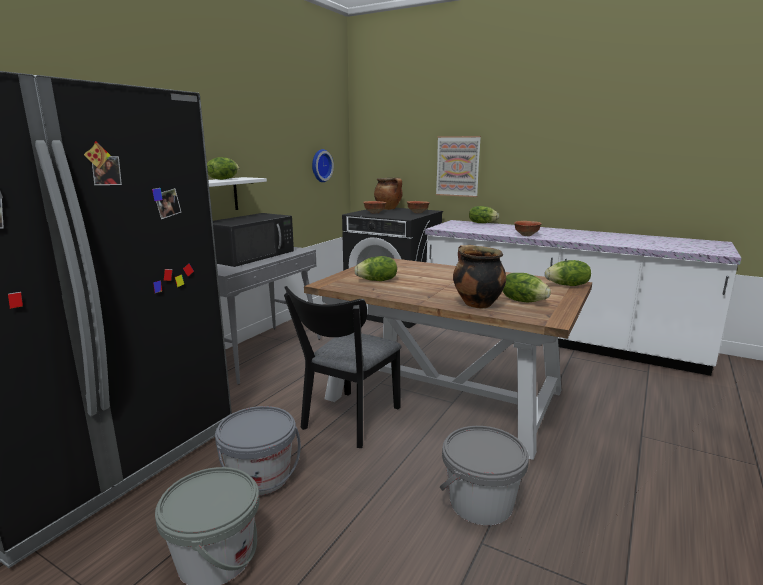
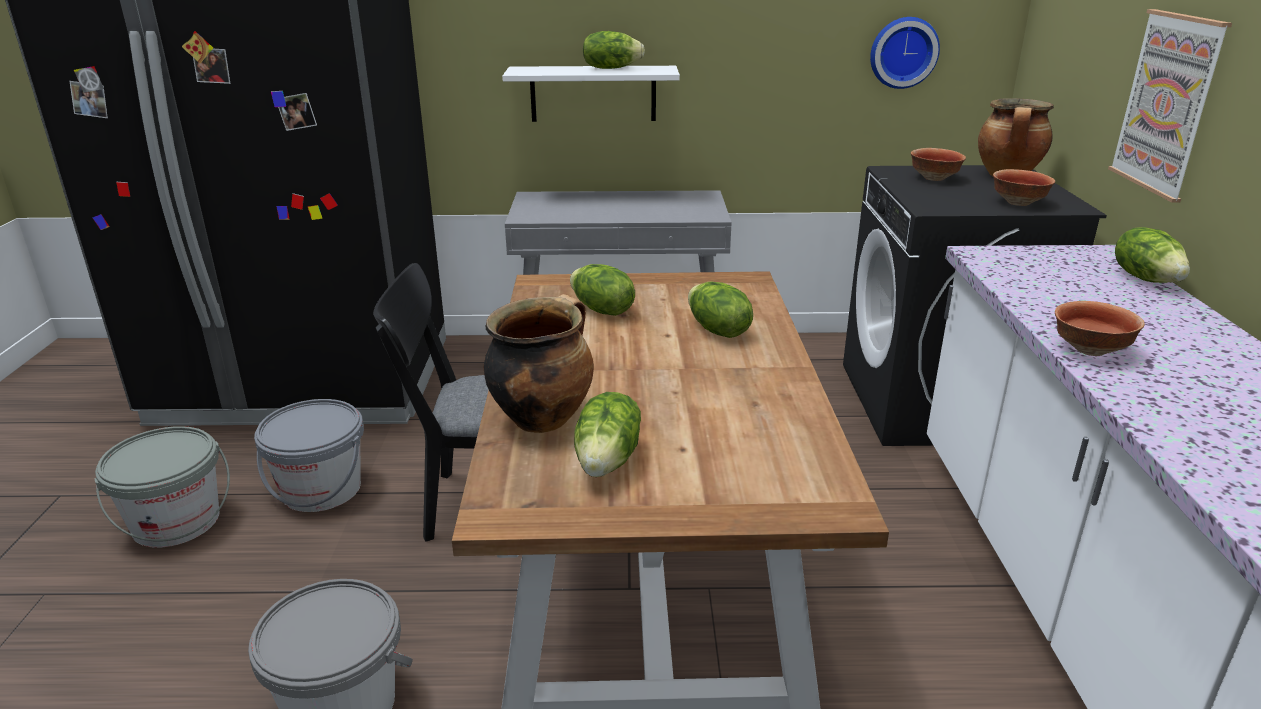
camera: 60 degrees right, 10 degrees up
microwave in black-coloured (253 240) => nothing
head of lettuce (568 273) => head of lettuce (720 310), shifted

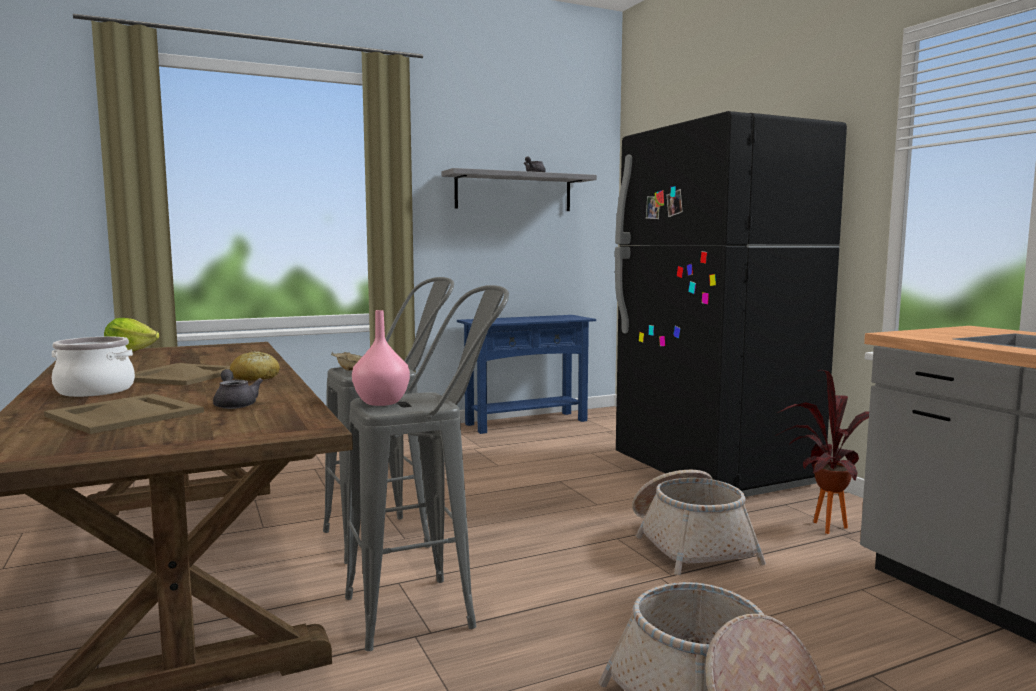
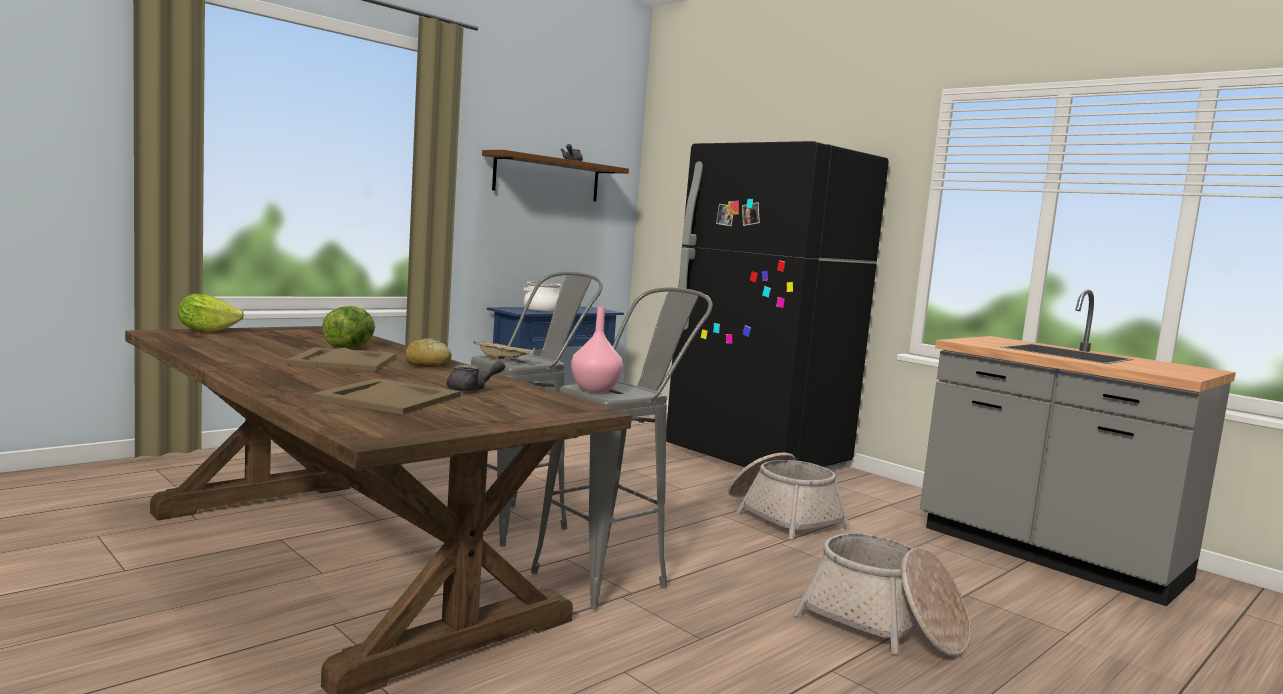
camera: 20 degrees left, 0 degrees up
potted plant (822 452) => nothing
nothing => head of lettuce (348 327)
stockpot (93 367) => stockpot (542 296), shifted
shelf in grey (519 189) => shelf in brown (555 175)
teapot in grey (238 389) => teapot in grey (476 376), 120 degrees clockwise

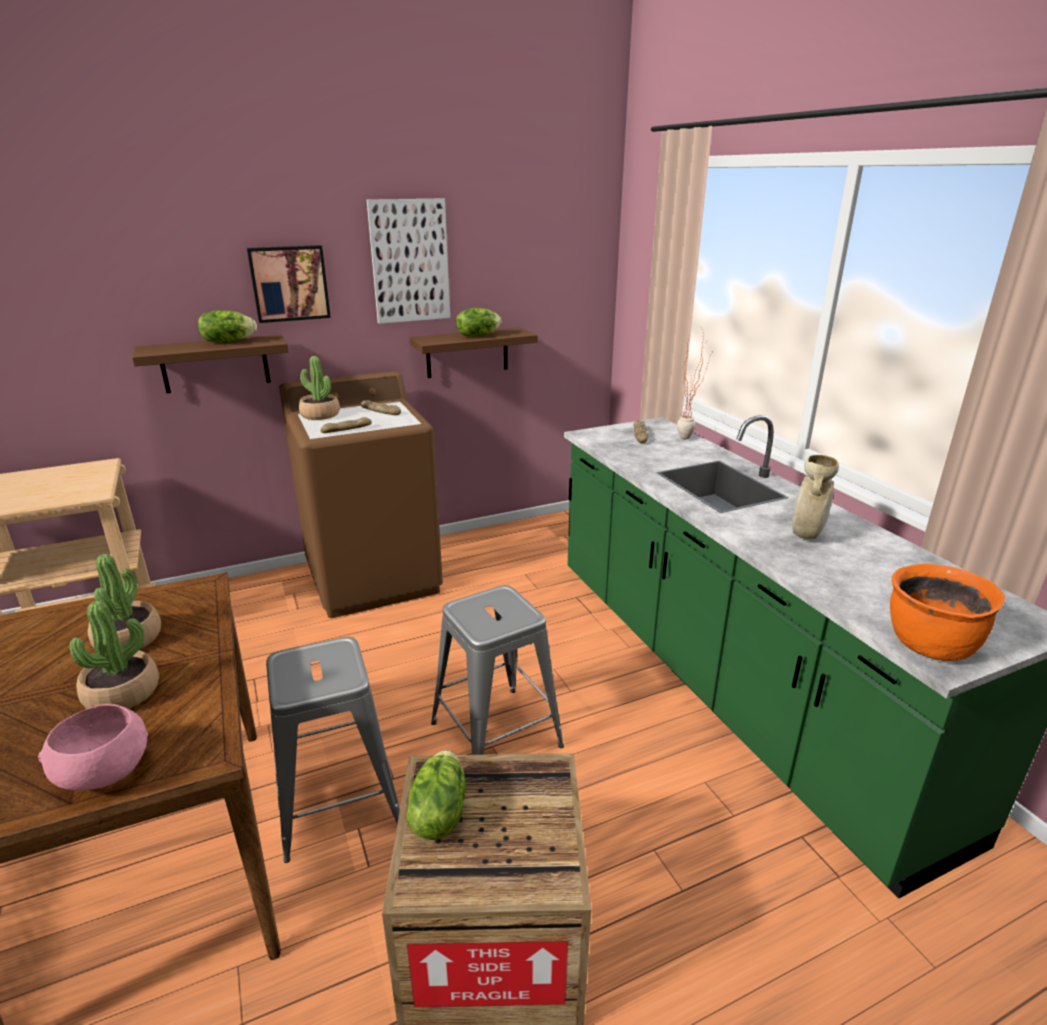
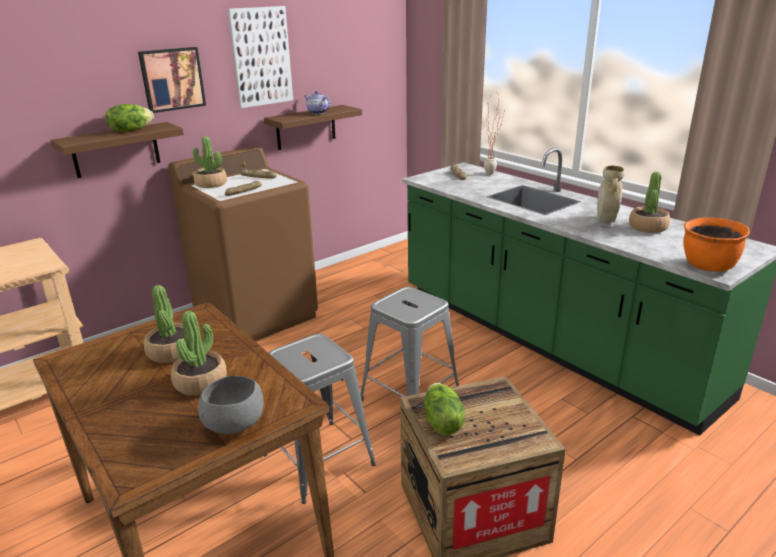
camera: 15 degrees left, 0 degrees up
nothing => potted plant (649 202)
head of lettuce (478 322) => teapot (317 102)
bowl in pink-coloured (93 747) => bowl in grey (231 405)

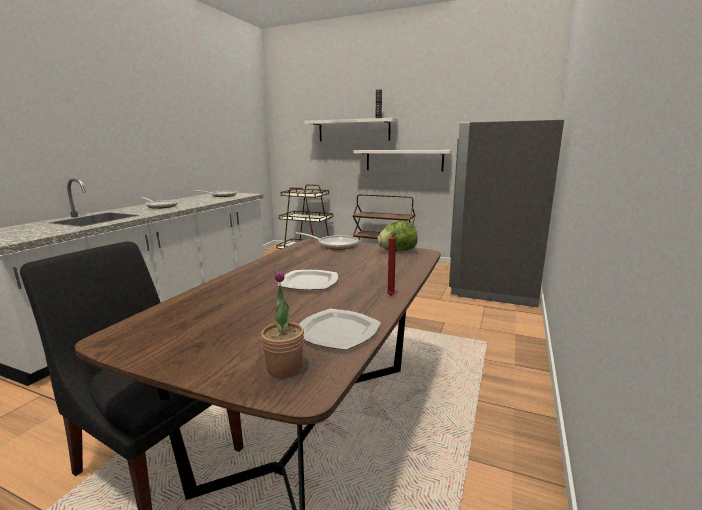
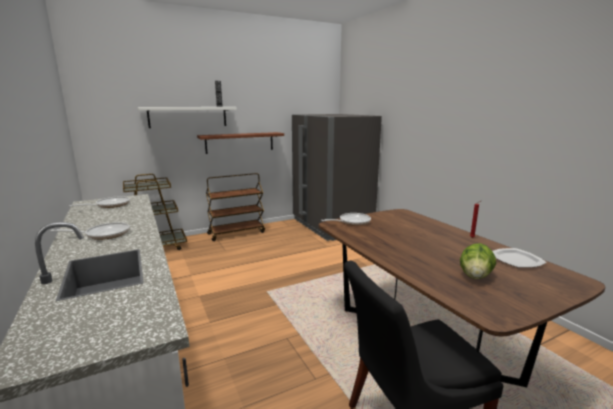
camera: 50 degrees left, 0 degrees up
potted plant (282 323) => nothing
plate (308 280) => nothing
head of lettuce (397 236) => head of lettuce (478 261), shifted
shelf in white-coloured (403 161) => shelf in brown (240 143)

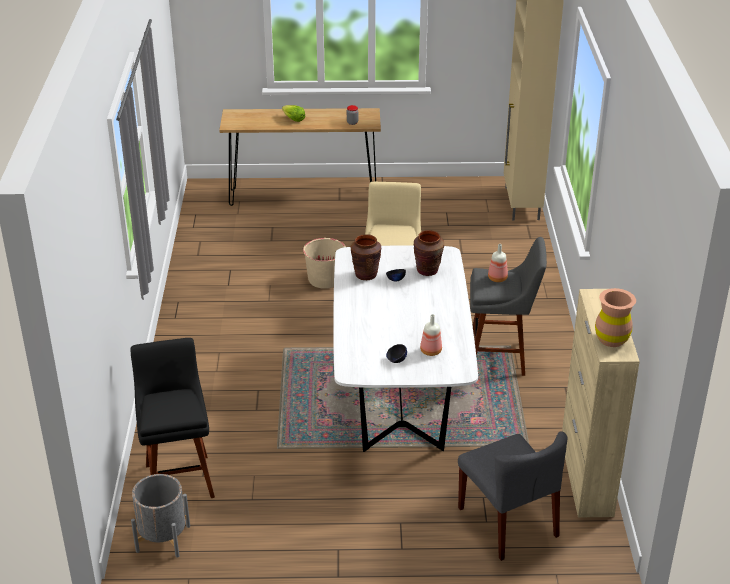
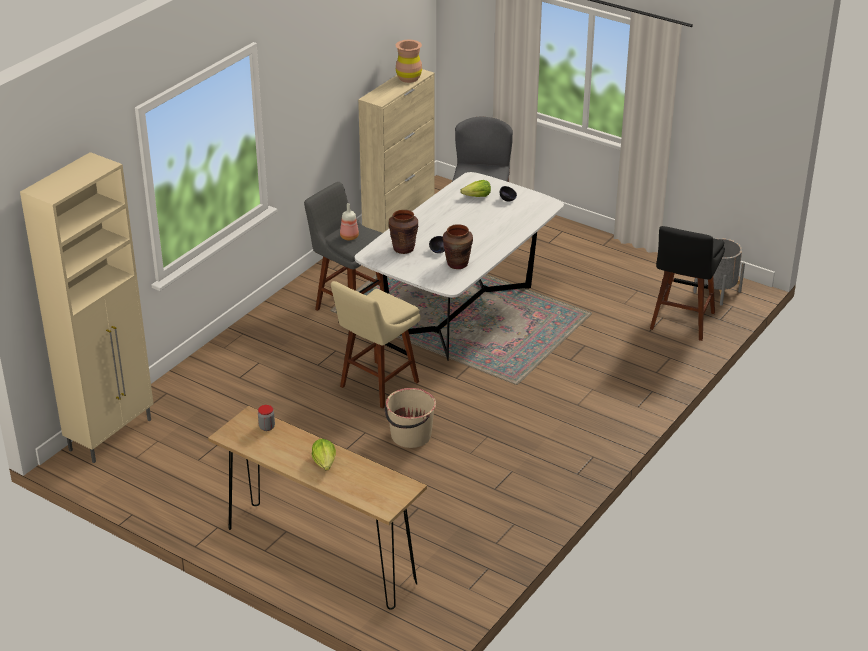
camera: 145 degrees left, 0 degrees up
beverage bottle (431 335) => head of lettuce (475 188)

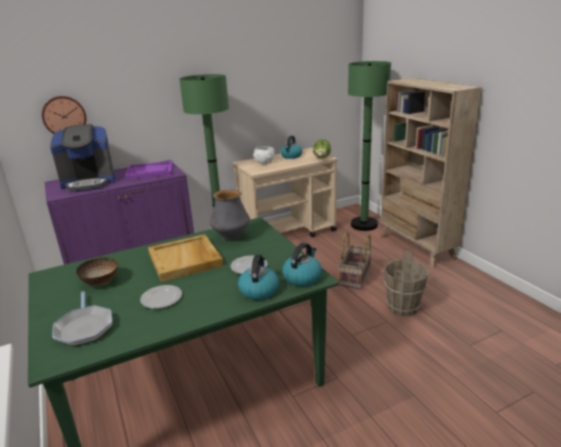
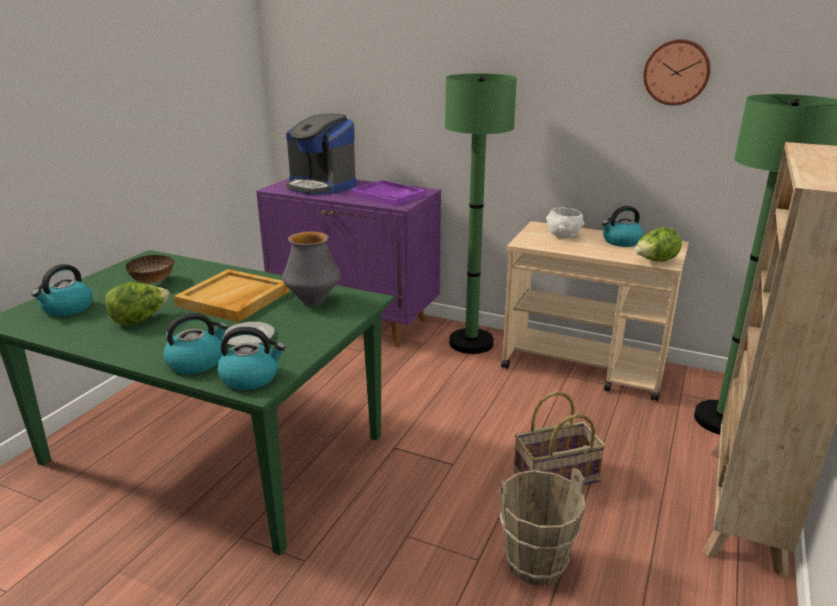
camera: 50 degrees right, 0 degrees up
wall clock (64 115) => wall clock (677 72), shifted
pan (82 318) => water kettle (62 290)
plate (161 297) => head of lettuce (137 303)

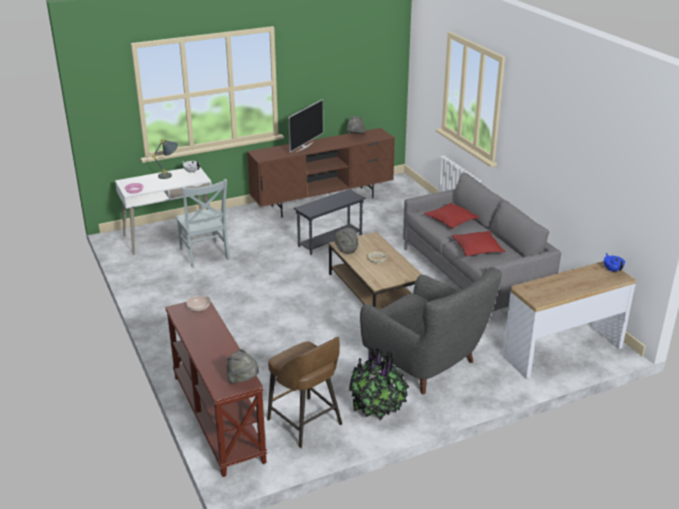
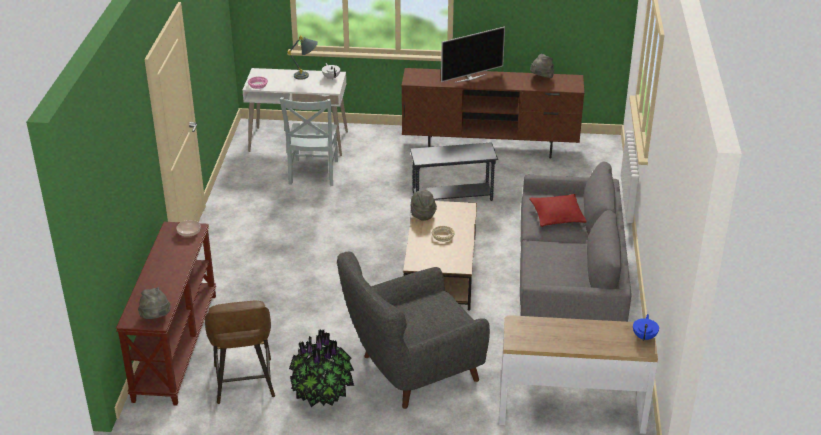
camera: 30 degrees right, 5 degrees up
pillow in reddish (478 244) => nothing
armchair in grey (431 330) => armchair in grey (413 330), 75 degrees clockwise

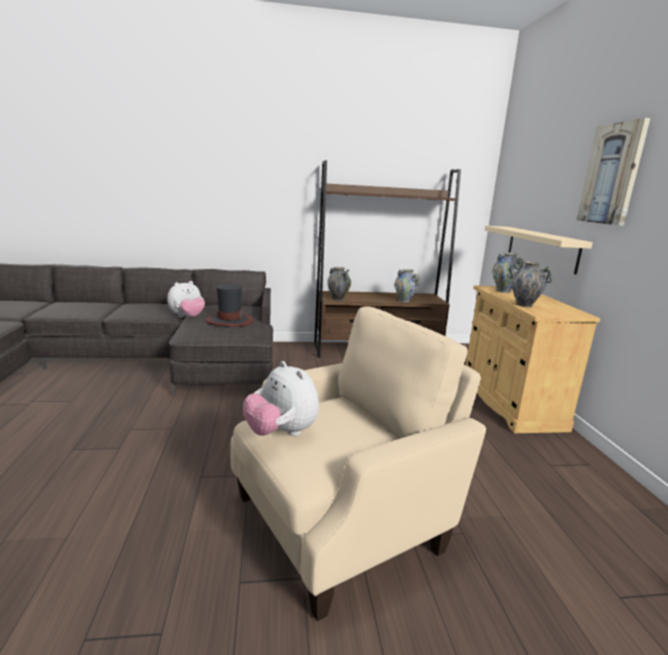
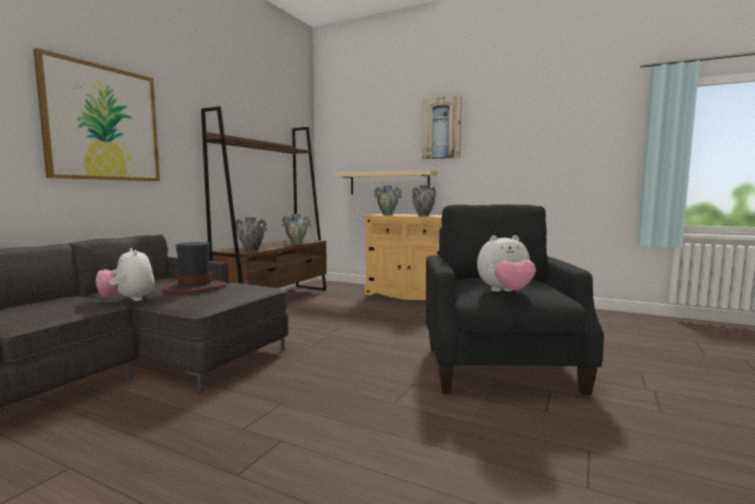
camera: 55 degrees left, 10 degrees down
nothing => picture (96 114)
armchair in sand-coloured (358 463) => armchair in black-coloured (515 299)
plush toy (186 299) => plush toy (125 274), 150 degrees clockwise

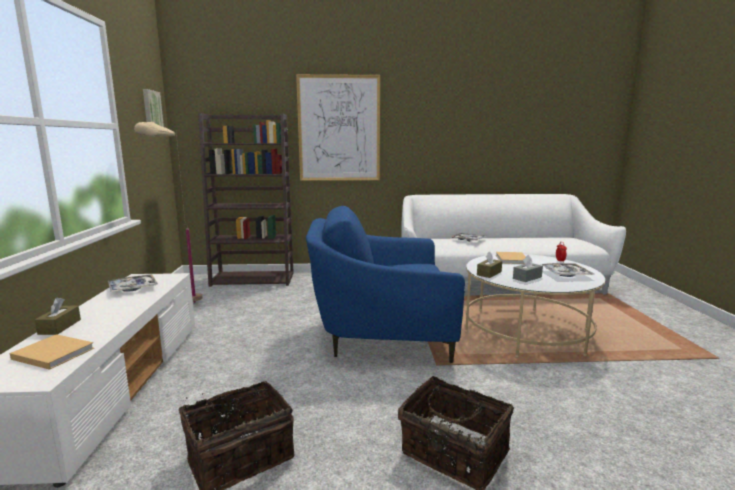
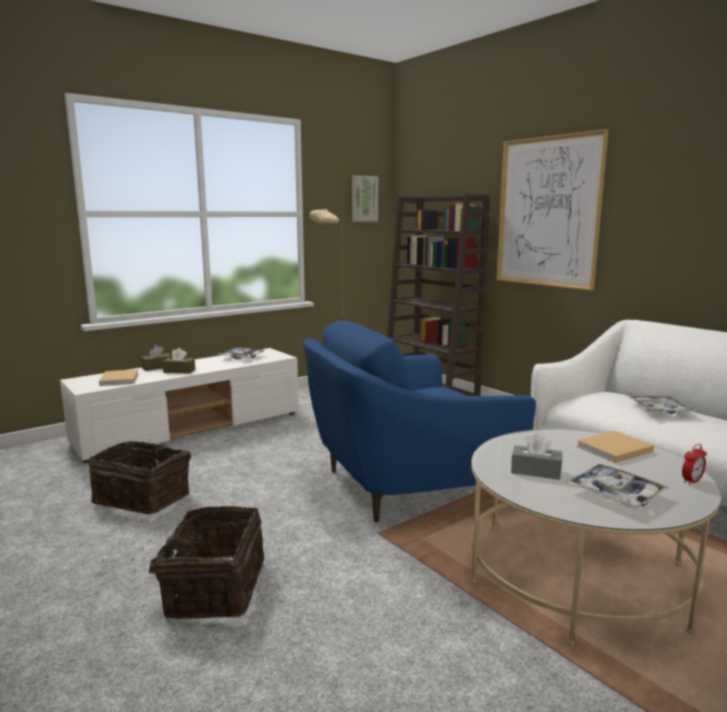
camera: 55 degrees right, 0 degrees up
box of tissues in brown (489 264) => box of tissues in brown (178 361), shifted
armchair in blue (385 284) => armchair in blue (419 421), 75 degrees counterclockwise

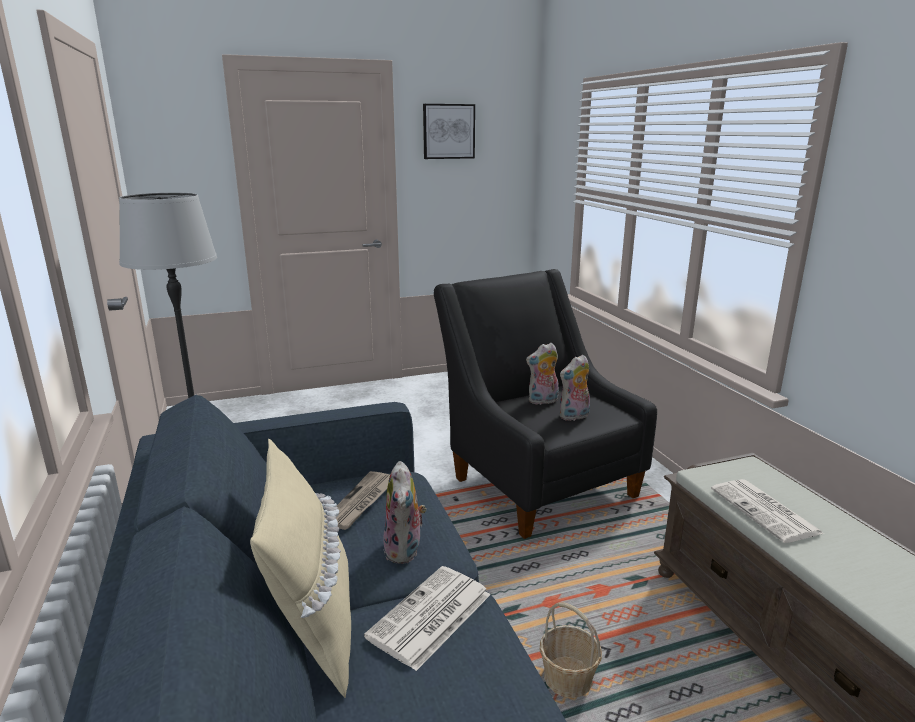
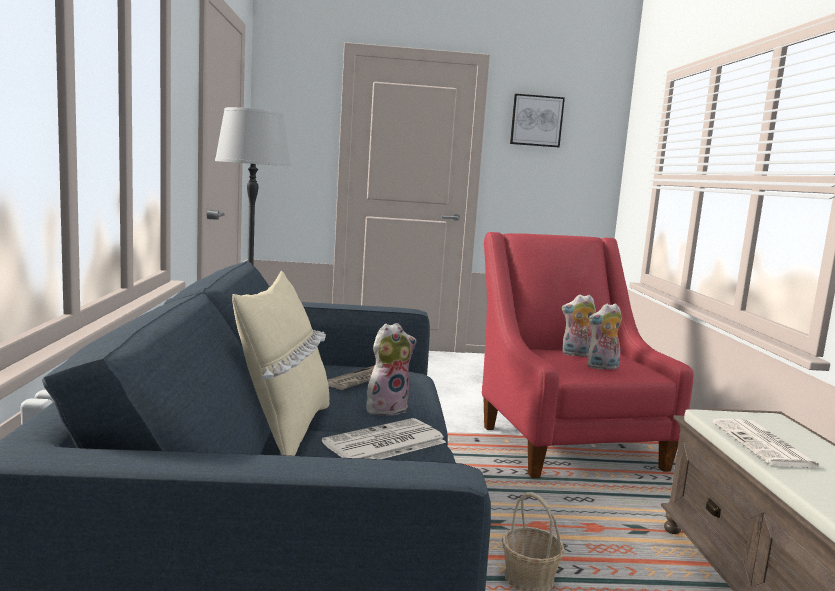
camera: 15 degrees right, 10 degrees down
armchair in black-coloured (545 404) => armchair in reddish (588 355)
plush toy (405 512) => plush toy (391 369), 135 degrees counterclockwise

